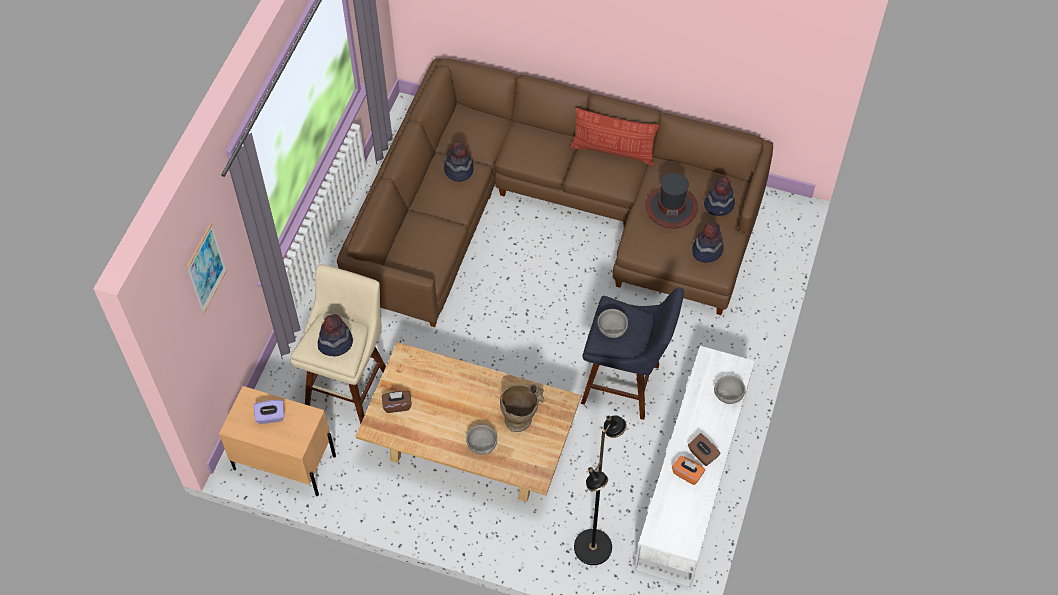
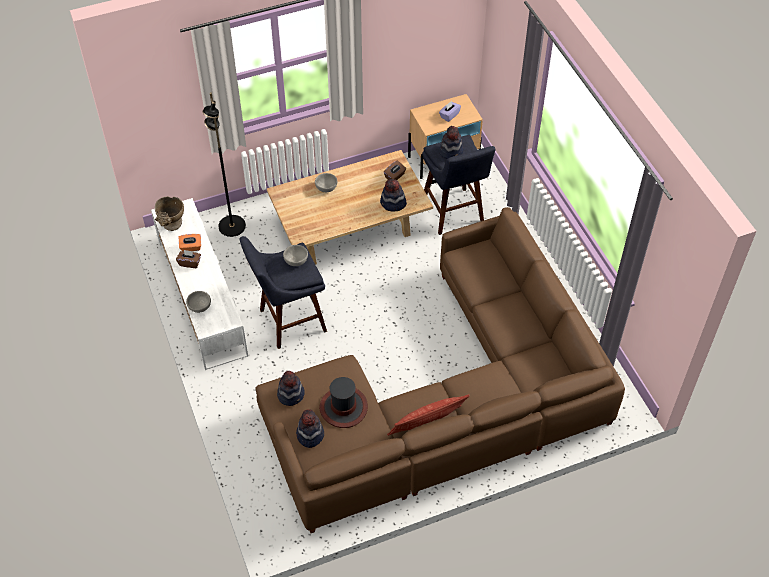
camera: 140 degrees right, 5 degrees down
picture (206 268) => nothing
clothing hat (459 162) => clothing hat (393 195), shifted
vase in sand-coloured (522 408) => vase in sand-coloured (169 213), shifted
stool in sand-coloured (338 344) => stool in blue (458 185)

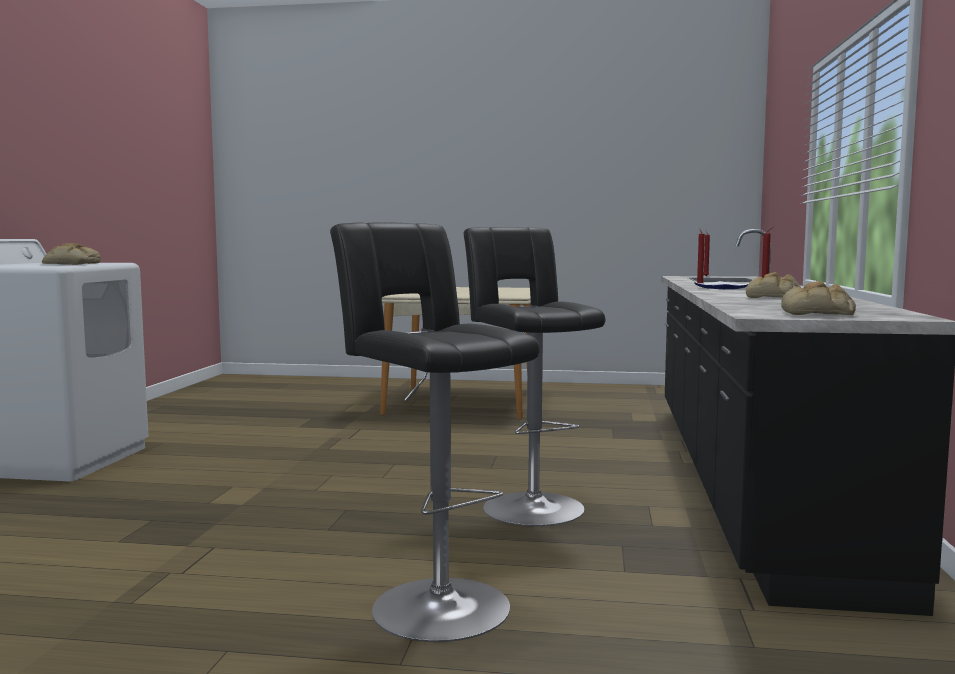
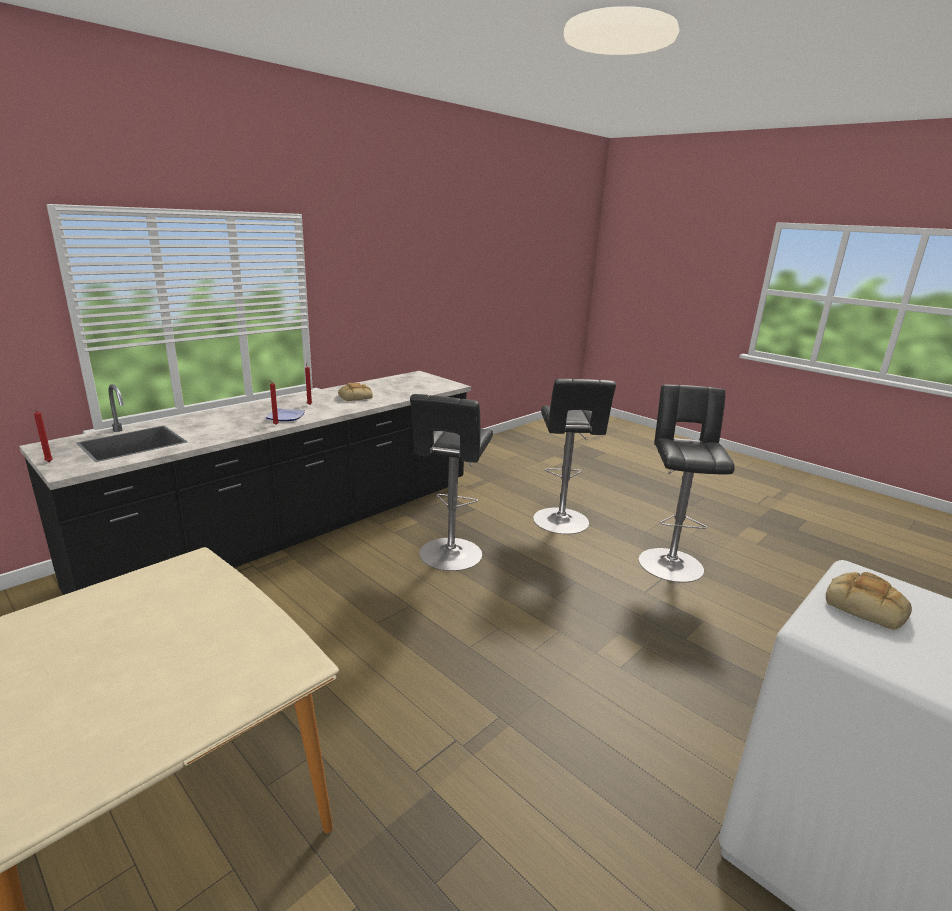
camera: 145 degrees left, 15 degrees up
bread (818 298) => nothing
nothing => stool in black-coloured (687 484)

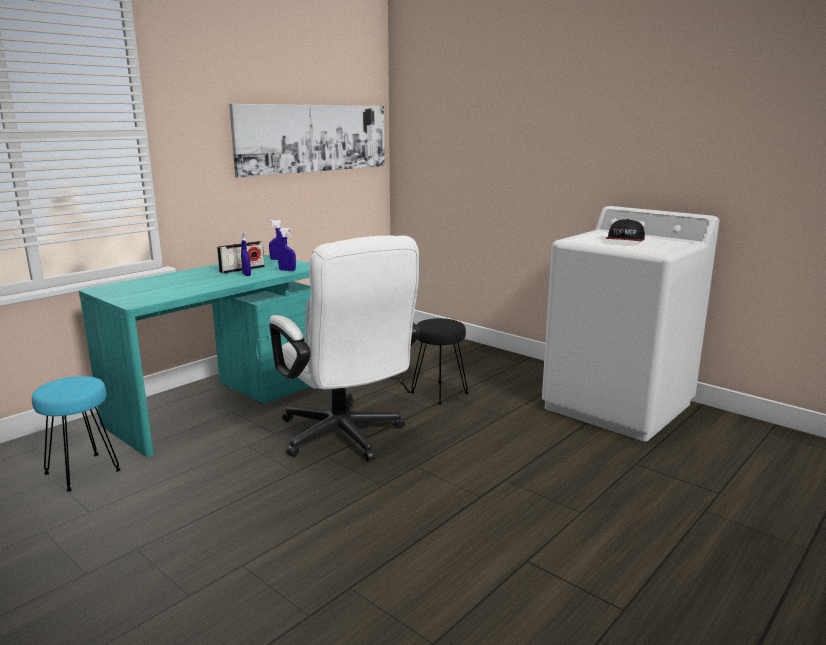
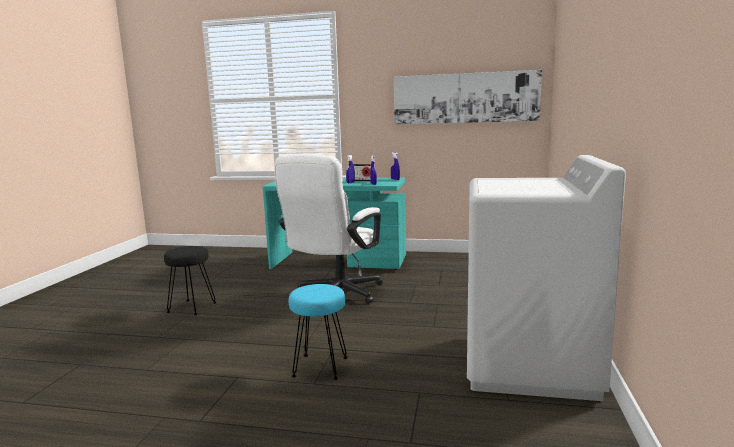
camera: 60 degrees right, 5 degrees down
baseball cap (625 230) => nothing
stool in turquoise-coloured (76 434) => stool in turquoise-coloured (318 332), shifted
stool in black-coloured (439 361) => stool in black-coloured (190 280), shifted

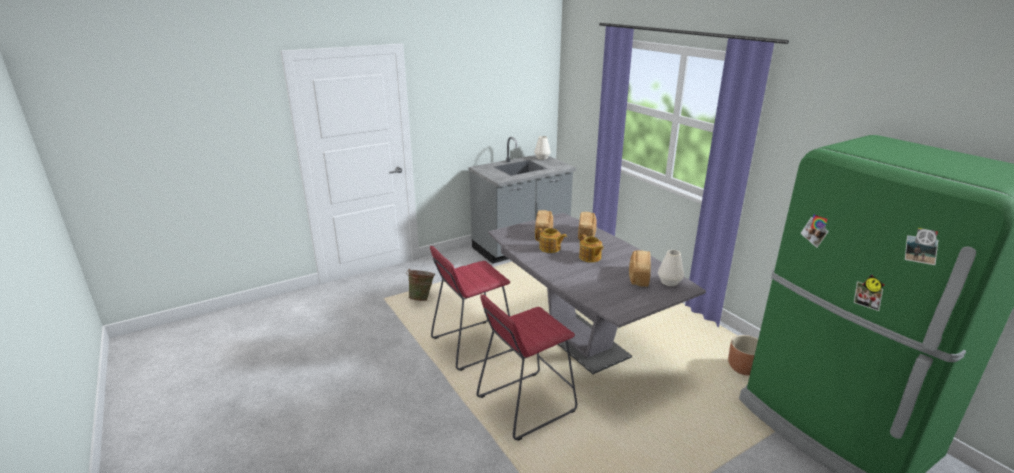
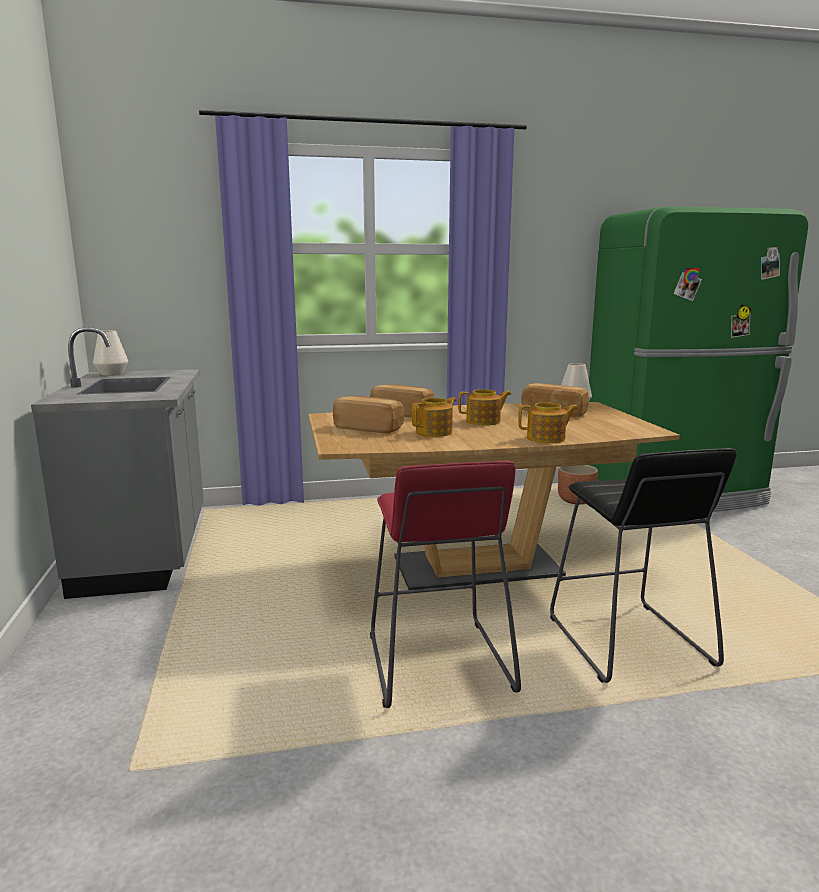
camera: 70 degrees left, 10 degrees down
pail in green (420 285) => nothing
nothing => teapot (548 422)
stool in reddish (526 367) => stool in black-coloured (643 565)
kitchen table in grey (597 293) => kitchen table in brown (494 496)

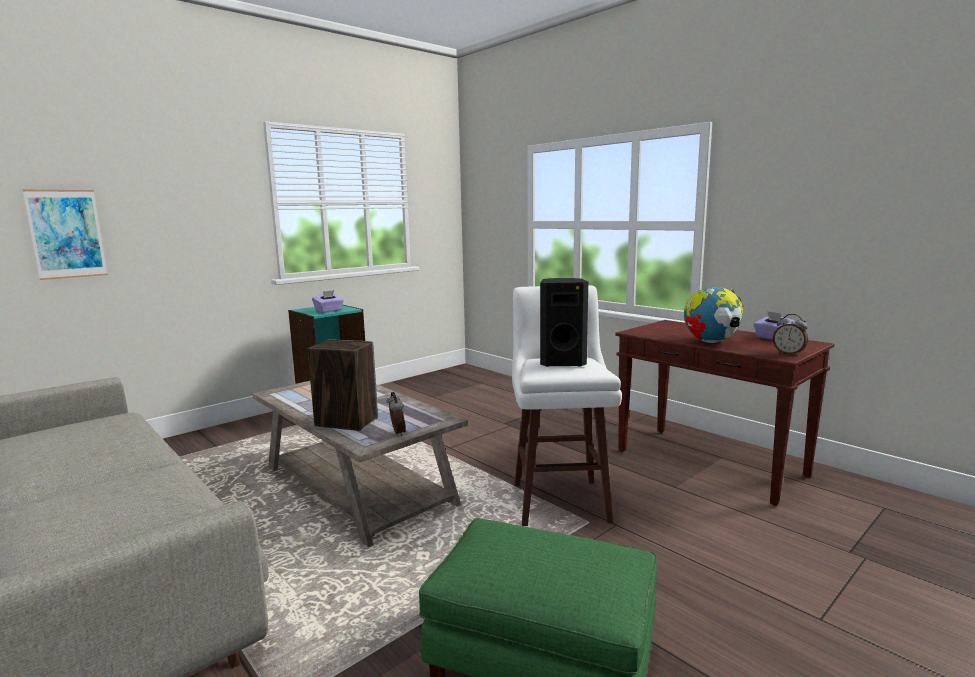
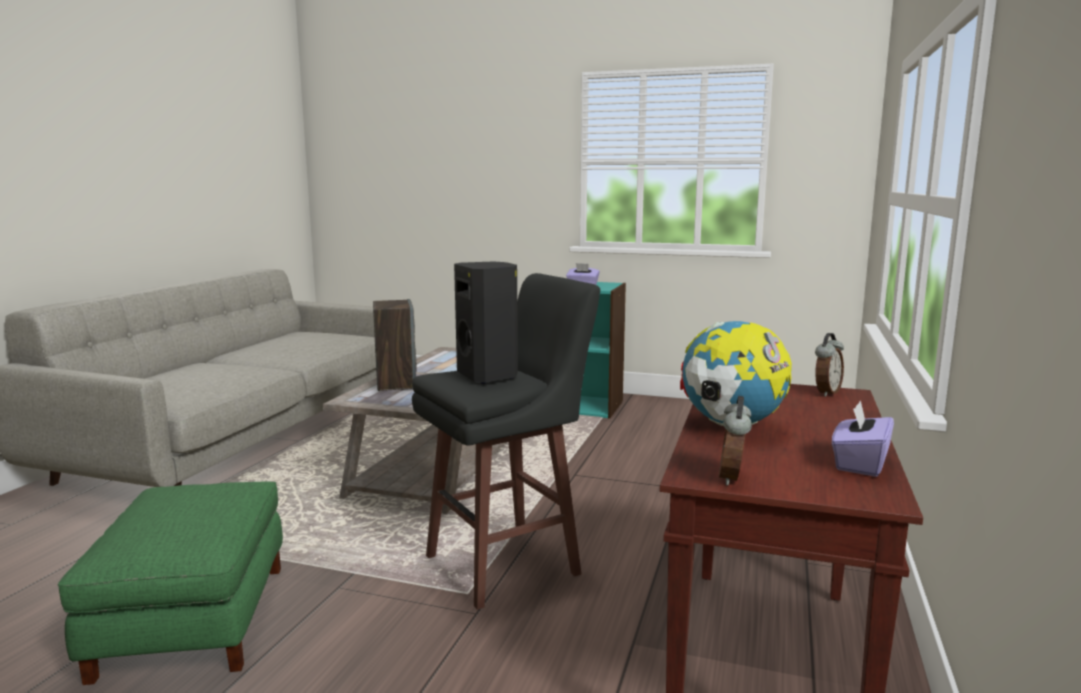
camera: 60 degrees right, 0 degrees up
picture (65 235) => nothing
bedside clock (396 414) => bedside clock (829 365), shifted
stool in white-coloured (567 405) => stool in black-coloured (506 441)

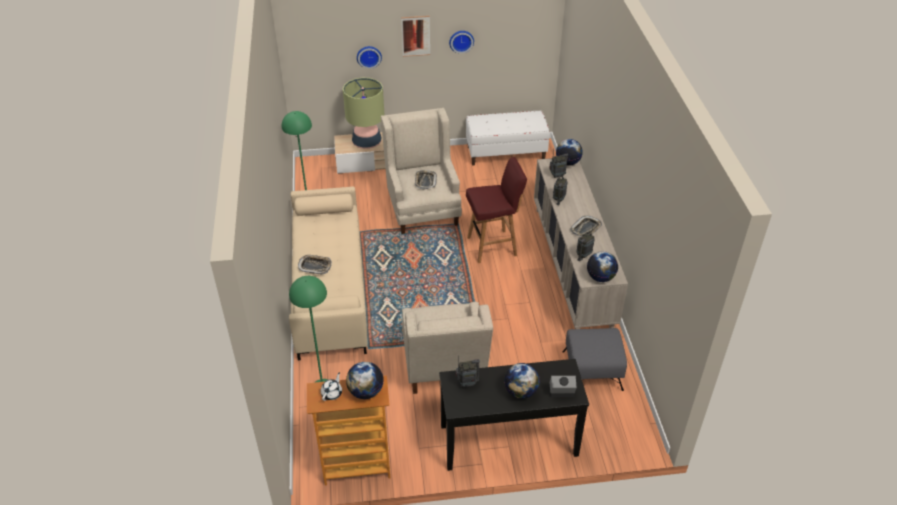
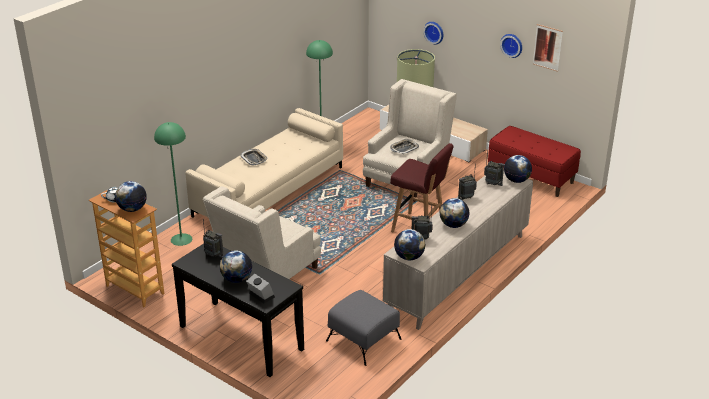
camera: 45 degrees right, 10 degrees down
picture (415 36) => picture (548 48), shifted
carrying tray (586 226) => desk globe (454 213)
long seat in white-coloured (508 138) => long seat in reddish (534 161)

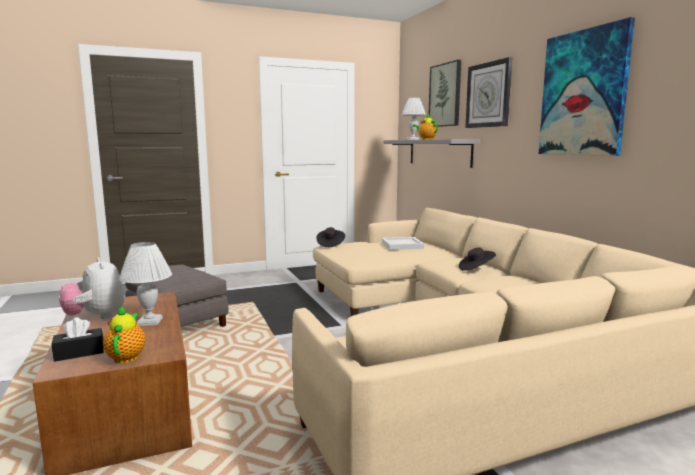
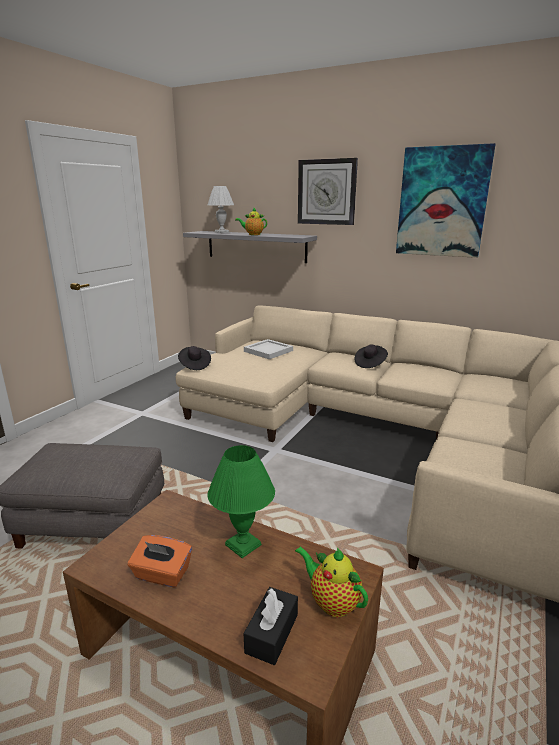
camera: 40 degrees left, 10 degrees up
picture (445 93) => nothing
plush toy (92 288) => box of tissues in orange (160 561)
tabletop lamp in white-coloured (145 284) => tabletop lamp in green (241 501)

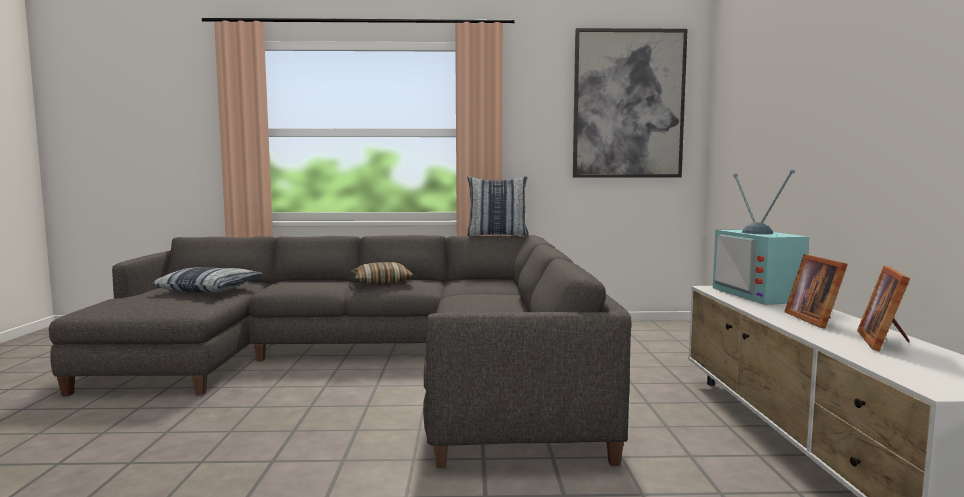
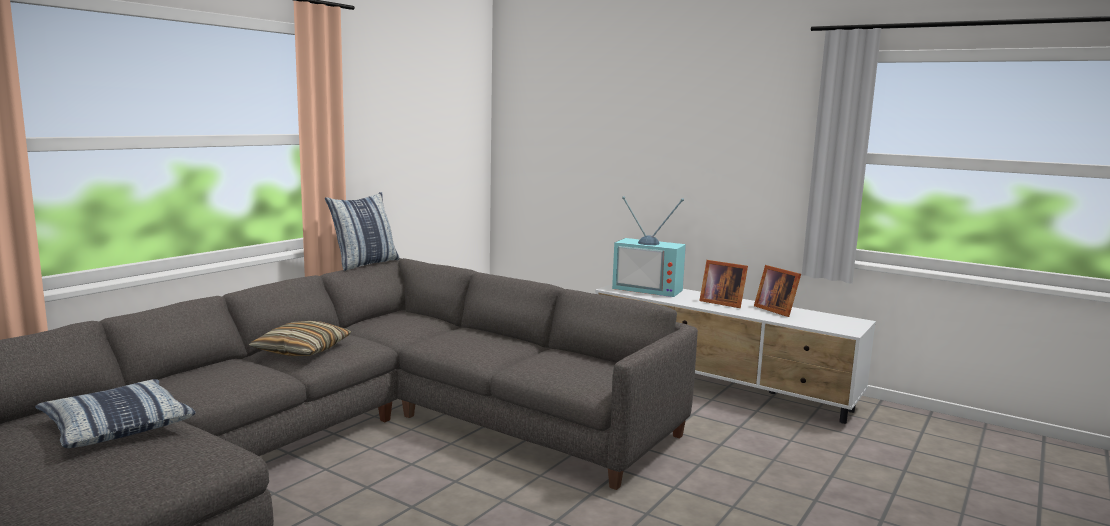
camera: 55 degrees left, 5 degrees up
picture (630 103) => nothing

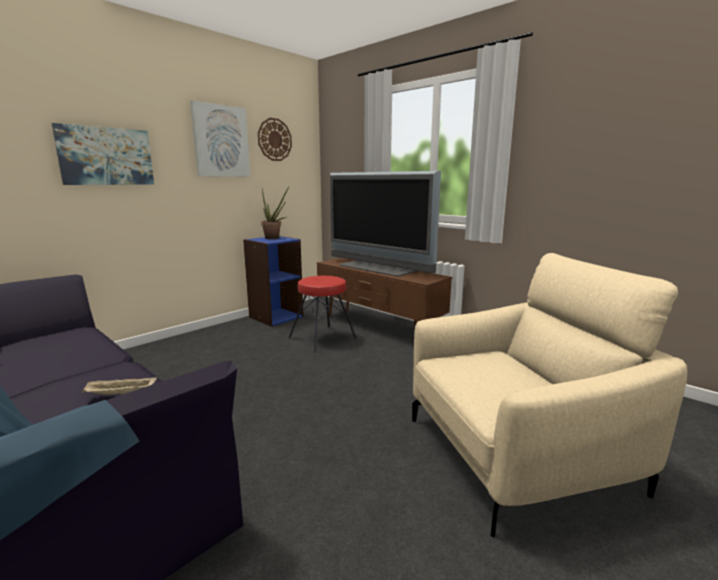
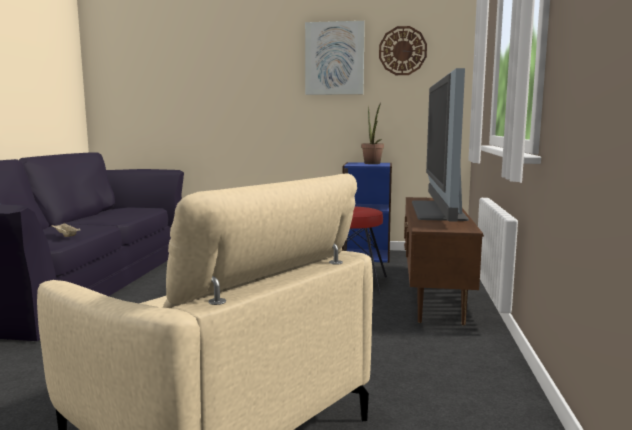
camera: 55 degrees right, 5 degrees down
picture (102 154) => nothing

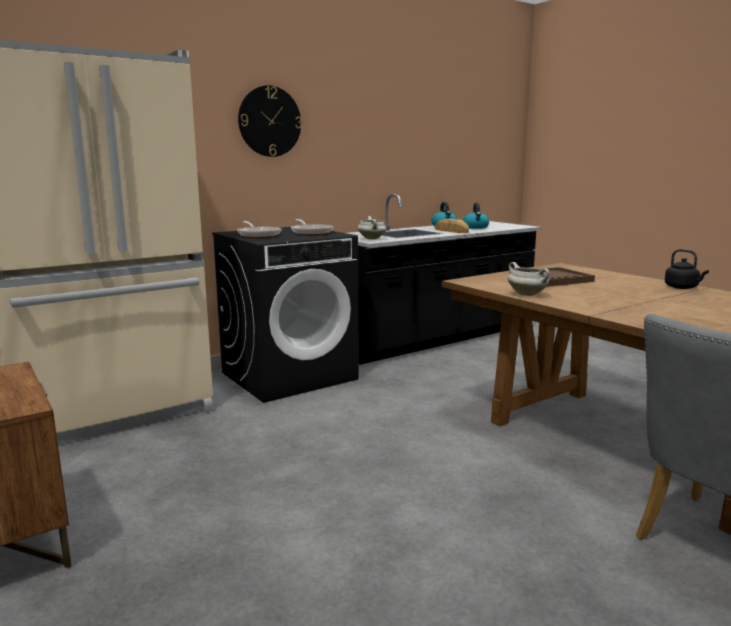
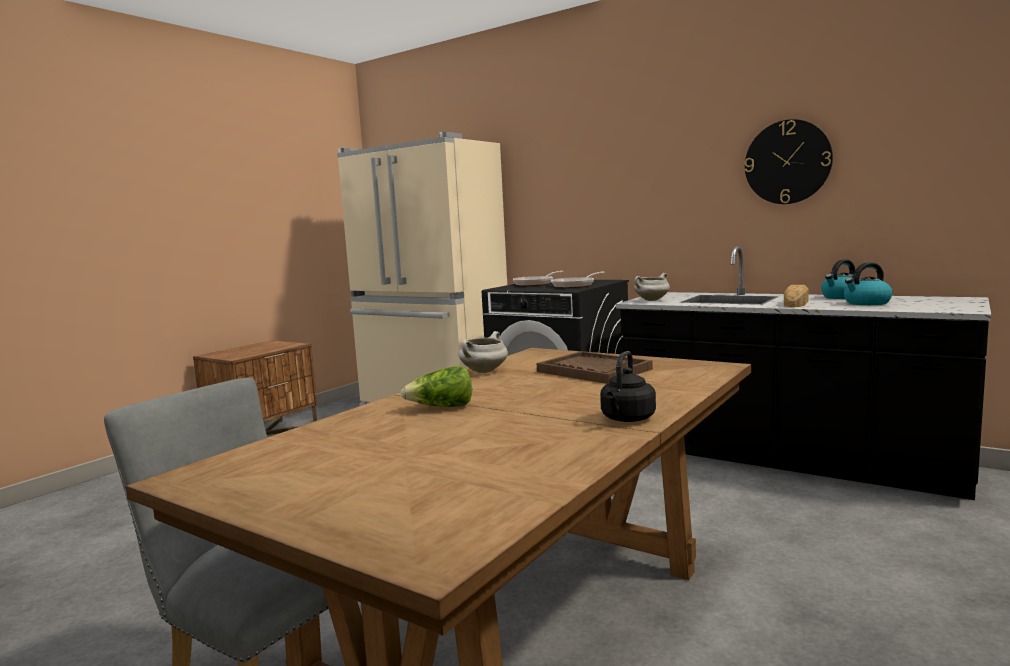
camera: 70 degrees right, 5 degrees down
nothing => head of lettuce (436 386)
wall clock (270 121) => wall clock (789 161), shifted

